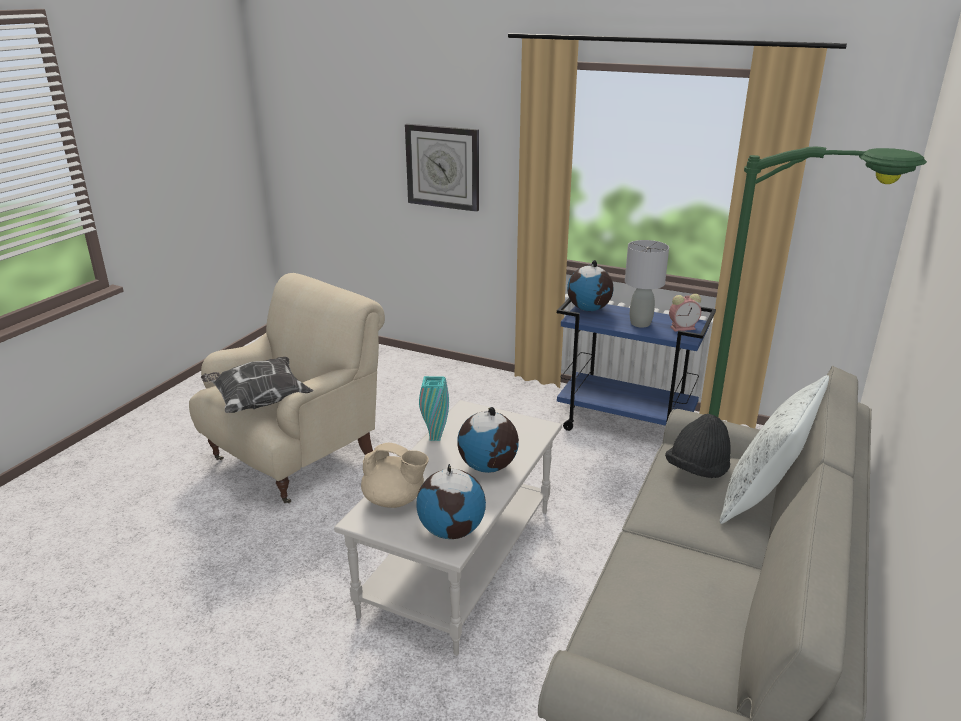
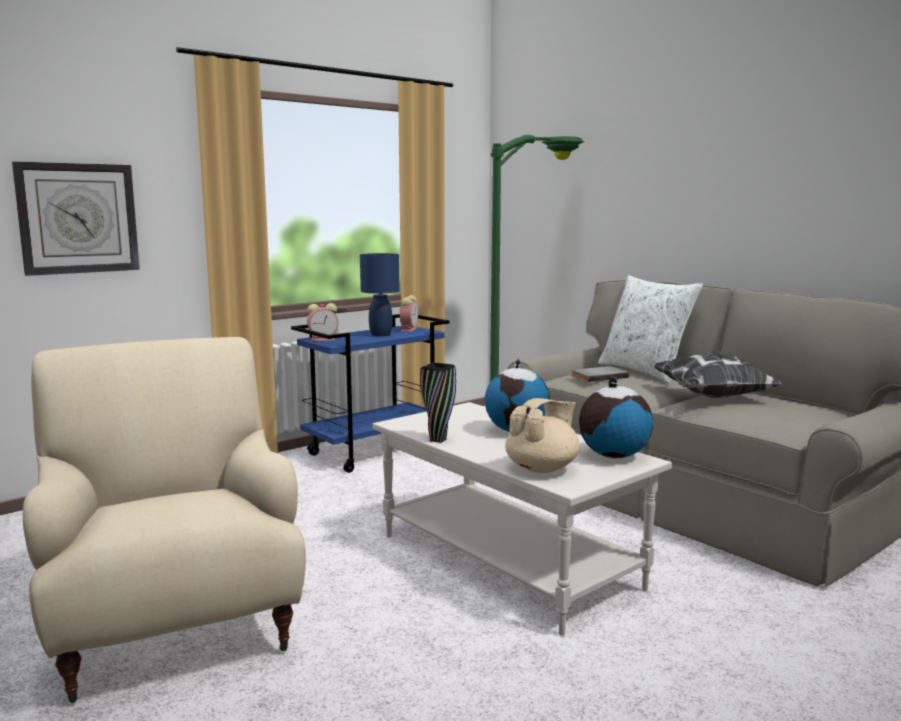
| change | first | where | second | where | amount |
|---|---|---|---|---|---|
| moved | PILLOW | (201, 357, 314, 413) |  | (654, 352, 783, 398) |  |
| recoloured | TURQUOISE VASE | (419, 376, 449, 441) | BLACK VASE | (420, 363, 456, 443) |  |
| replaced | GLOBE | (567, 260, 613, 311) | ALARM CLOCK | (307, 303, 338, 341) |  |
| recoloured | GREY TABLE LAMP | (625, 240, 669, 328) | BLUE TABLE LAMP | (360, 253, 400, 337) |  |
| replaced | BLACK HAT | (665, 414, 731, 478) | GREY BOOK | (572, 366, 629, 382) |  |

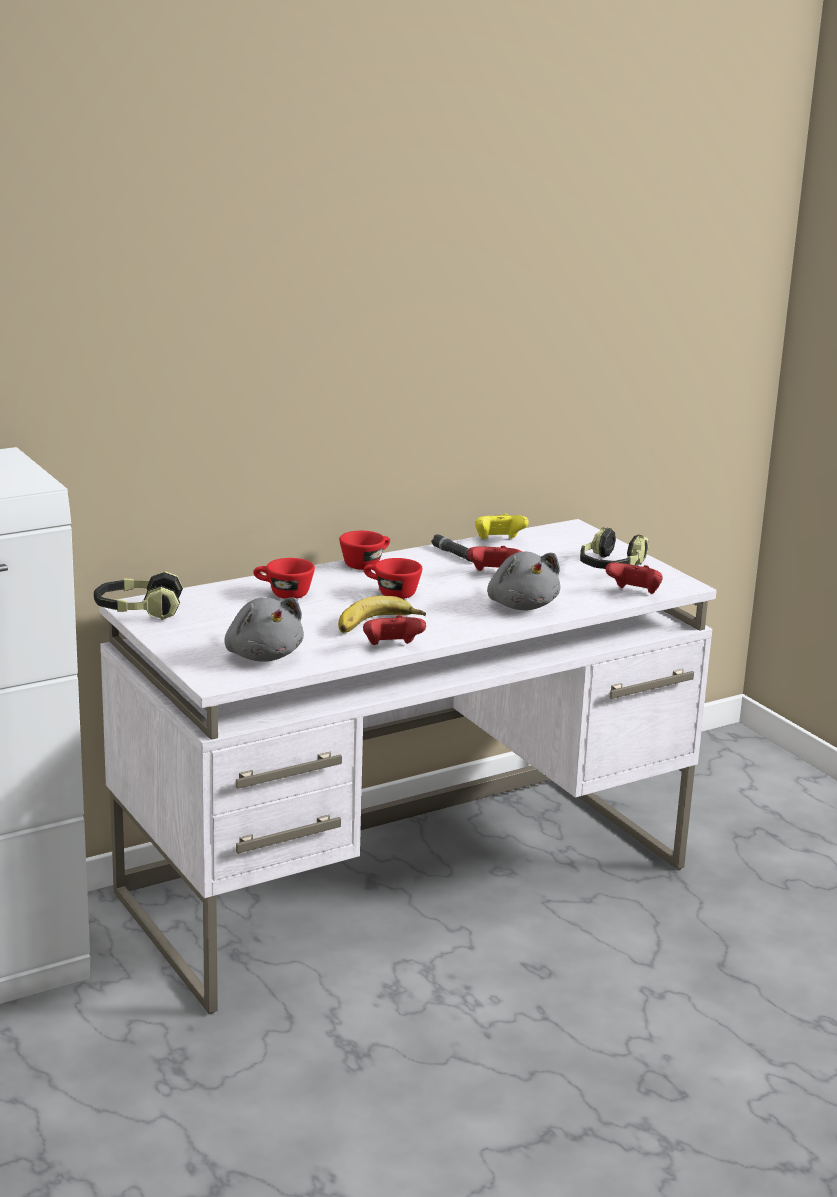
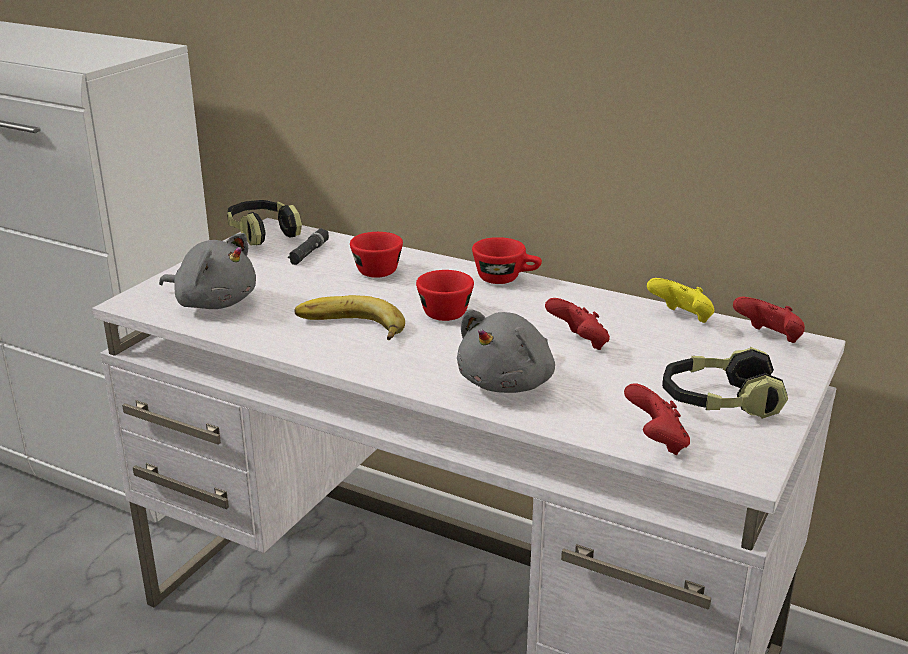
| change | first | where | second | where | amount |
|---|---|---|---|---|---|
| turned | GREY PLUSH TOY | (224, 597, 304, 661) |  | (159, 233, 256, 309) | 90 degrees counterclockwise |
| moved | RED GAME CONTROLLER | (363, 615, 426, 645) |  | (733, 297, 805, 343) |  |
| moved | BLACK FLASHLIGHT | (431, 534, 473, 563) |  | (288, 228, 329, 265) |  |

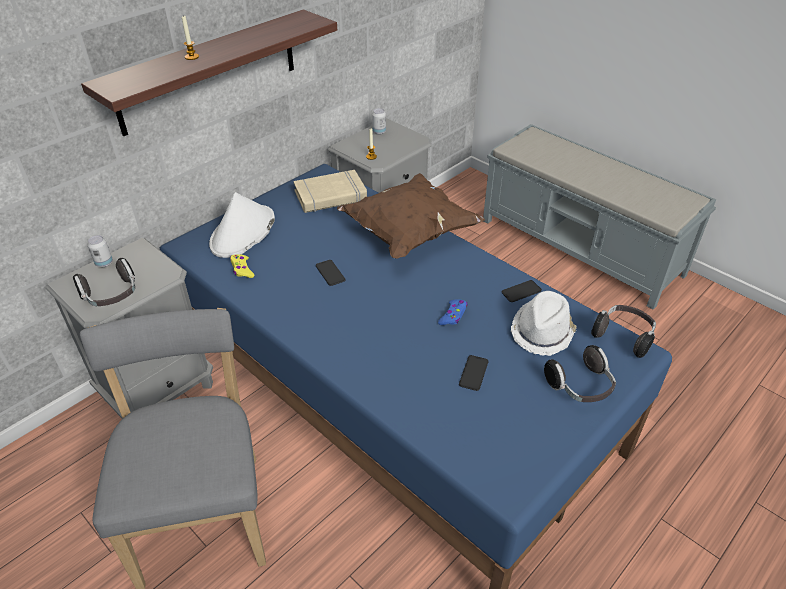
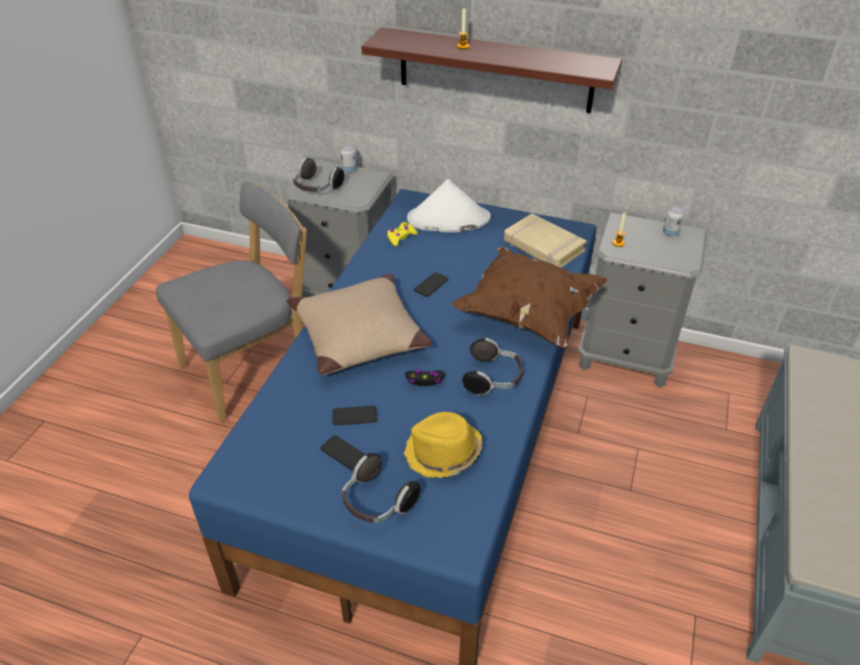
| change | first | where | second | where | amount |
|---|---|---|---|---|---|
| recoloured | BLUE GAME CONTROLLER | (438, 299, 467, 325) | BLACK GAME CONTROLLER | (405, 369, 445, 386) |  |
| moved | PHONE | (502, 280, 542, 302) |  | (321, 435, 366, 471) |  |
| recoloured | WHITE HAT | (511, 291, 577, 356) | YELLOW HAT | (404, 412, 482, 478) |  |
| moved | HEADPHONES | (591, 305, 656, 358) |  | (462, 338, 523, 396) |  |
| added |  |  | BEIGE PILLOW | (287, 274, 432, 375) |  |

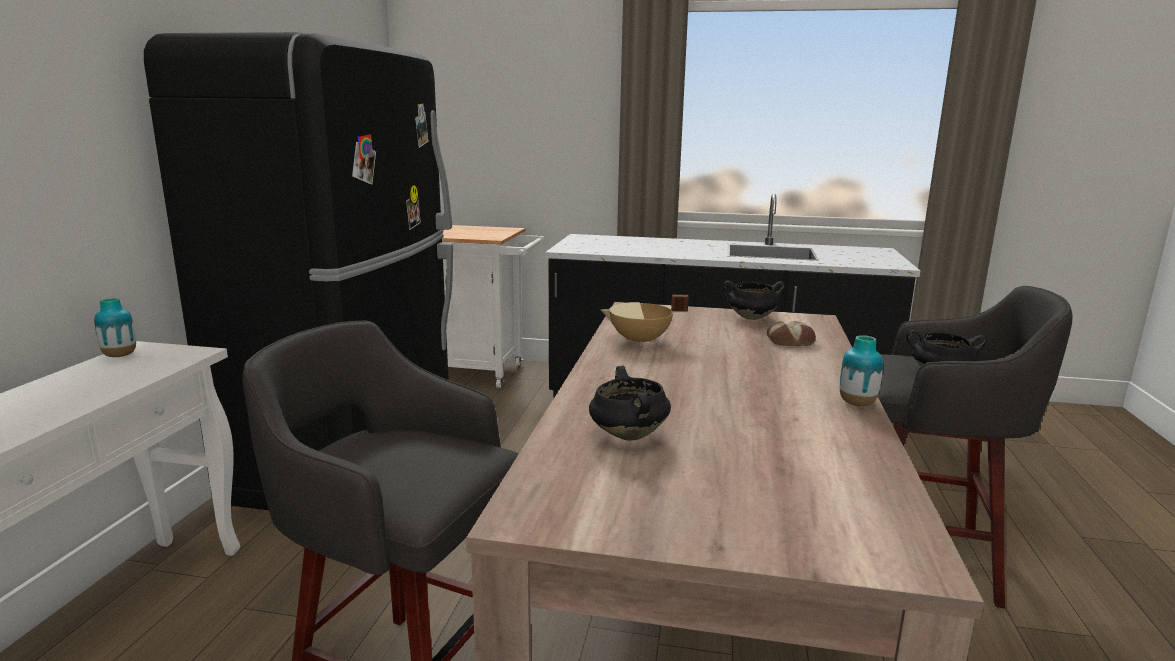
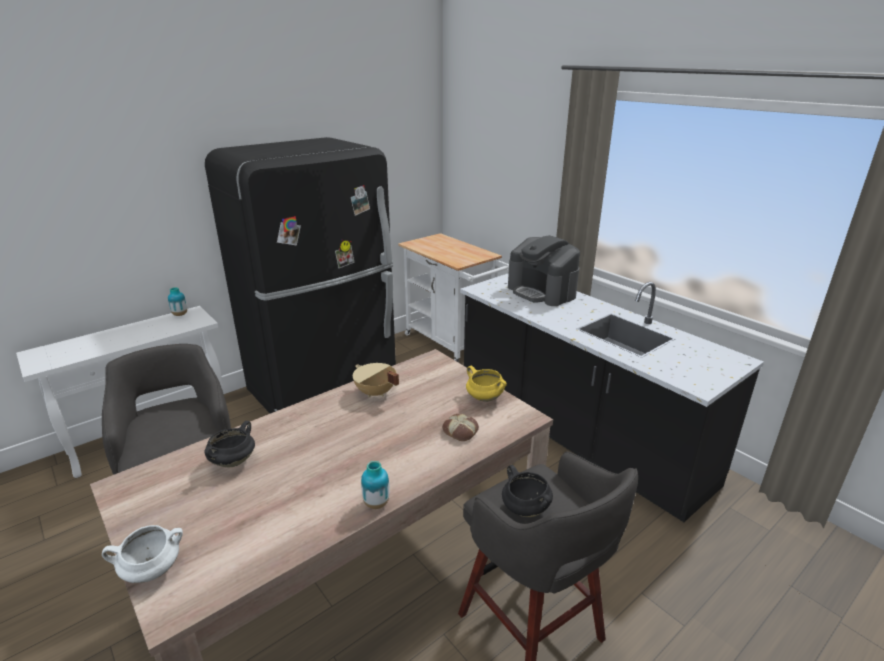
| change | first | where | second | where | amount |
|---|---|---|---|---|---|
| recoloured | BLACK COOKING POT | (723, 281, 786, 320) | YELLOW COOKING POT | (466, 366, 507, 402) |  |
| added |  |  | WHITE COOKING POT | (102, 525, 183, 583) |  |
| added |  |  | COFFEE MACHINE | (508, 235, 580, 306) |  |

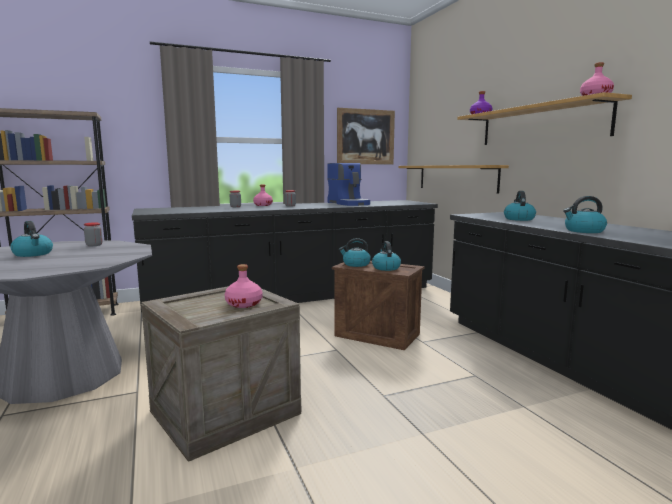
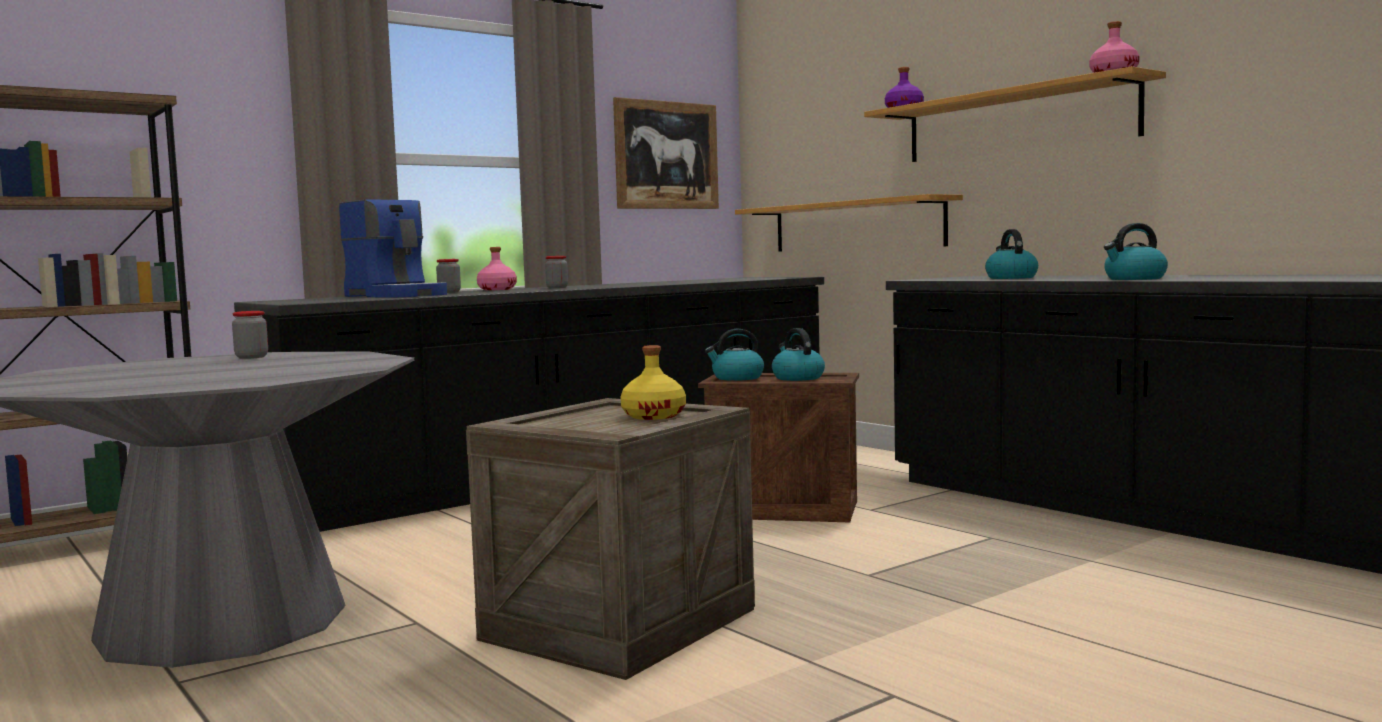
| change | first | where | second | where | amount |
|---|---|---|---|---|---|
| removed | KETTLE | (10, 221, 53, 257) |  |  |  |
| recoloured | PINK BOTTLE | (225, 264, 263, 308) | YELLOW BOTTLE | (620, 345, 686, 420) |  |
| moved | COFFEE MACHINE | (327, 163, 370, 206) |  | (339, 199, 447, 298) |  |

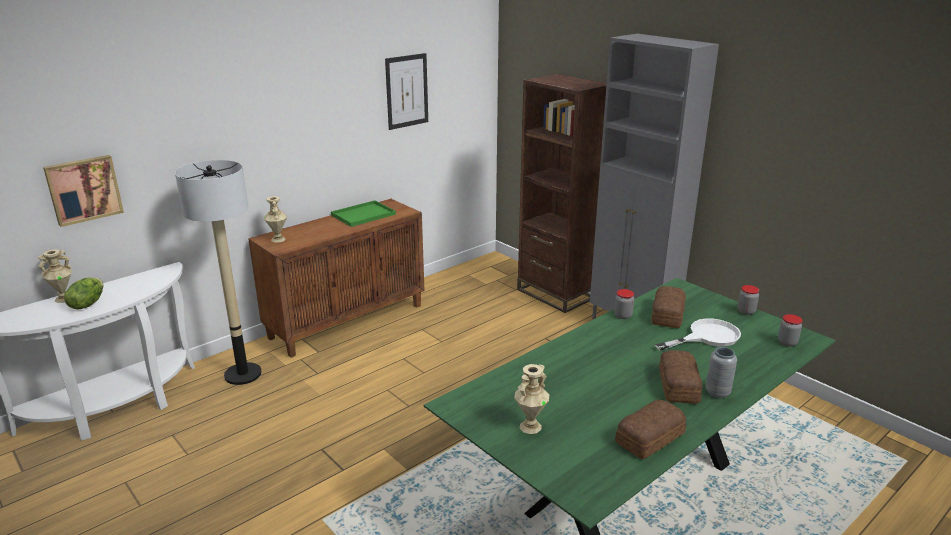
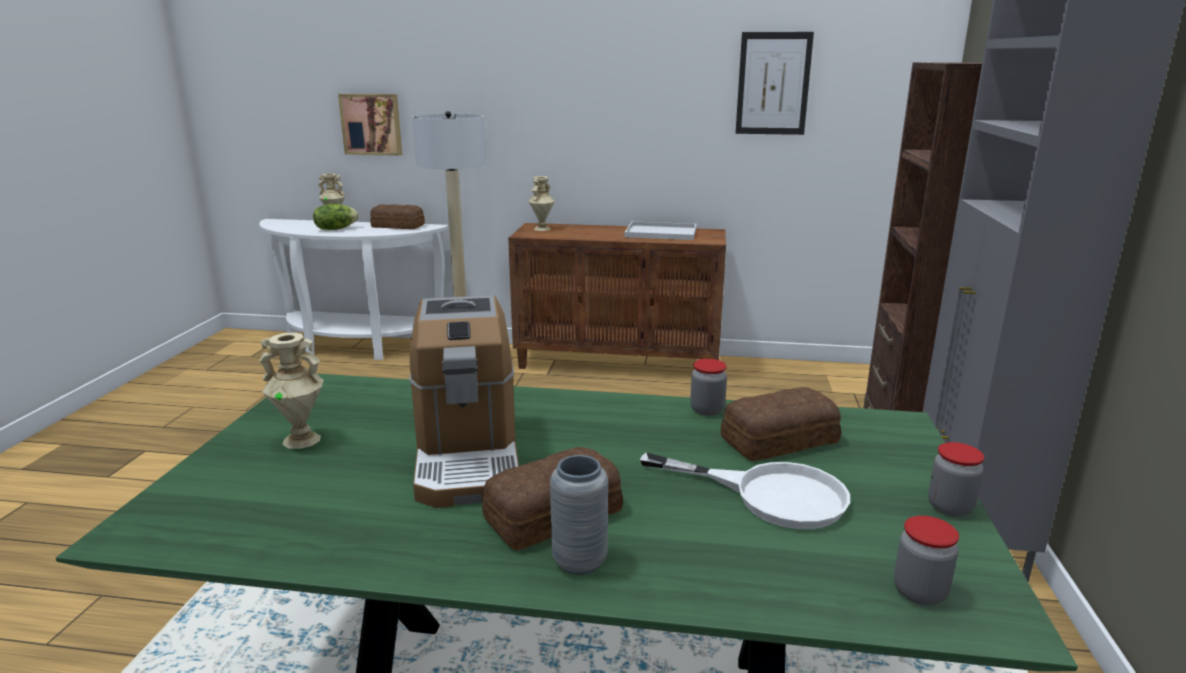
| change | first | where | second | where | amount |
|---|---|---|---|---|---|
| recoloured | GREEN TRAY | (331, 200, 396, 227) | WHITE TRAY | (625, 221, 697, 240) |  |
| moved | BREAD | (615, 400, 686, 459) |  | (370, 205, 425, 229) |  |
| added |  |  | COFFEE MACHINE | (409, 295, 519, 508) |  |

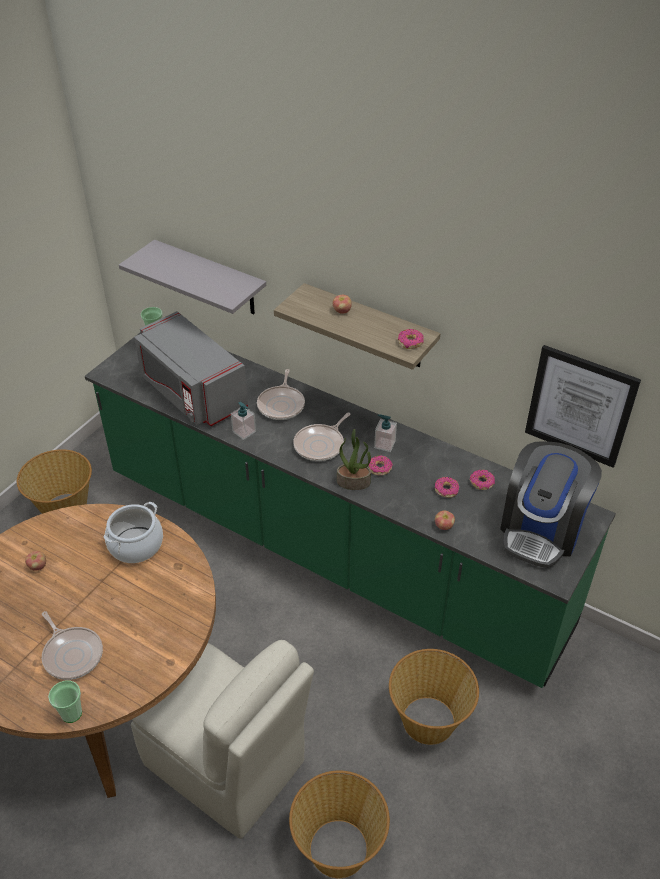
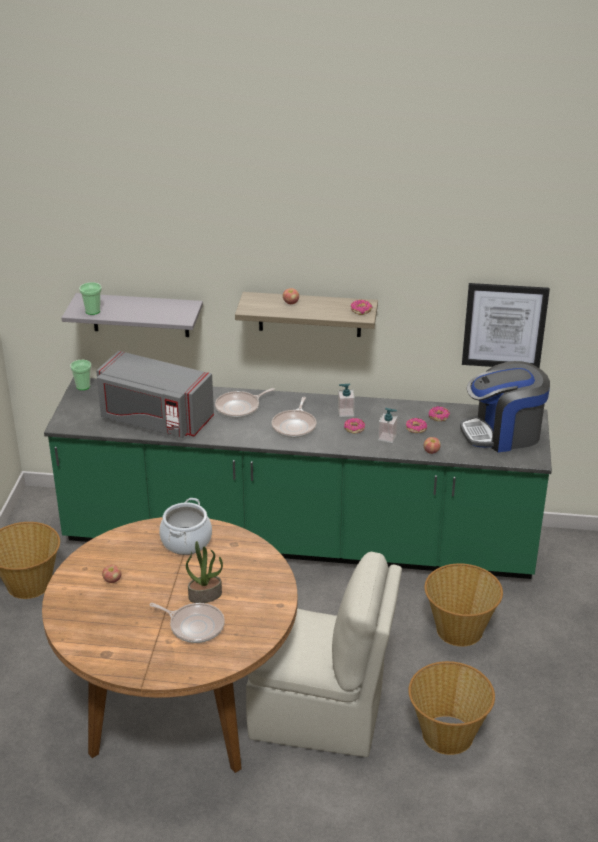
| change | first | where | second | where | amount |
|---|---|---|---|---|---|
| moved | CUP | (48, 680, 82, 723) |  | (79, 282, 102, 315) |  |
| moved | SOAP DISPENSER | (231, 402, 256, 440) |  | (378, 408, 398, 443) |  |
| turned | FRYING PAN | (257, 369, 305, 420) |  | (215, 388, 275, 418) | 75 degrees clockwise |
| moved | POTTED PLANT | (337, 429, 371, 490) |  | (186, 541, 223, 603) |  |
| turned | COFFEE MACHINE | (500, 441, 602, 568) |  | (460, 361, 550, 452) | 75 degrees clockwise |

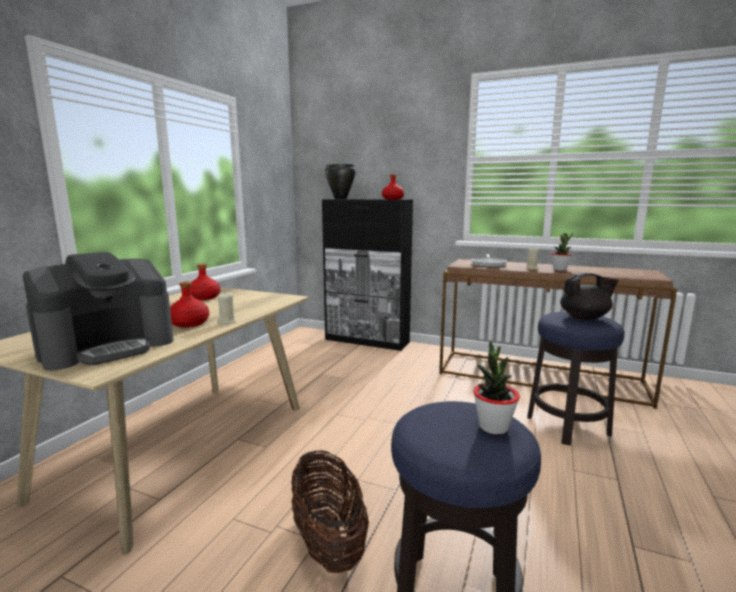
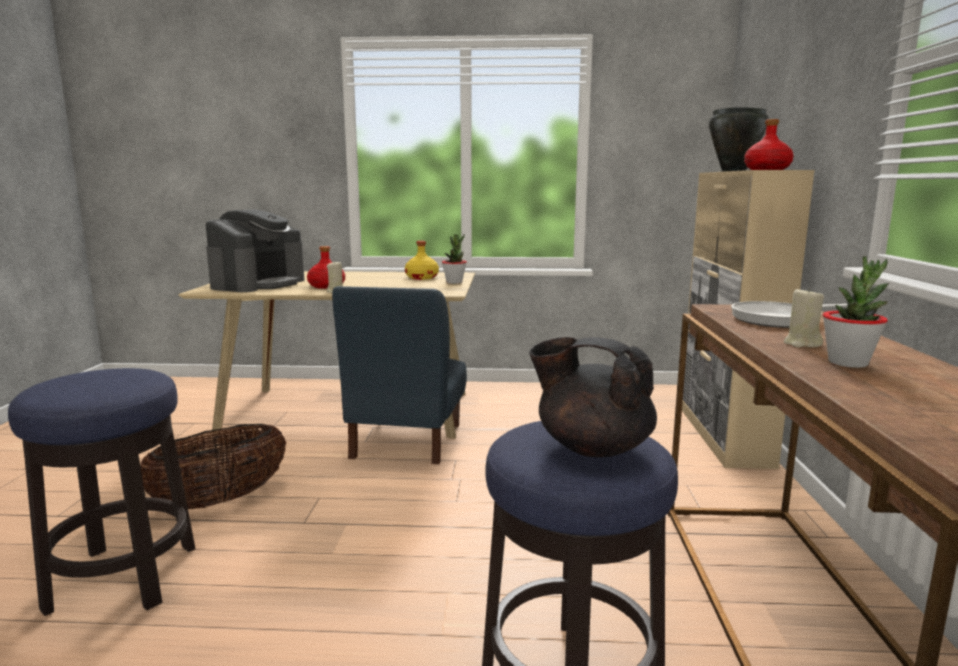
| change | first | where | second | where | amount |
|---|---|---|---|---|---|
| turned | COFFEE MACHINE | (23, 252, 174, 370) |  | (206, 209, 304, 292) | 90 degrees counterclockwise |
| recoloured | RED BOTTLE | (190, 264, 221, 300) | YELLOW BOTTLE | (405, 241, 439, 280) |  |
| recoloured | BLACK CABINET | (322, 199, 413, 351) | BEIGE CABINET | (682, 170, 815, 469) |  |
| moved | POTTED PLANT | (473, 340, 520, 434) |  | (442, 234, 467, 284) |  |
| turned | BLACK TEAPOT | (560, 273, 619, 320) |  | (529, 337, 657, 457) | 135 degrees clockwise |
| added |  |  | BLUE CHAIR | (332, 286, 467, 464) |  |

